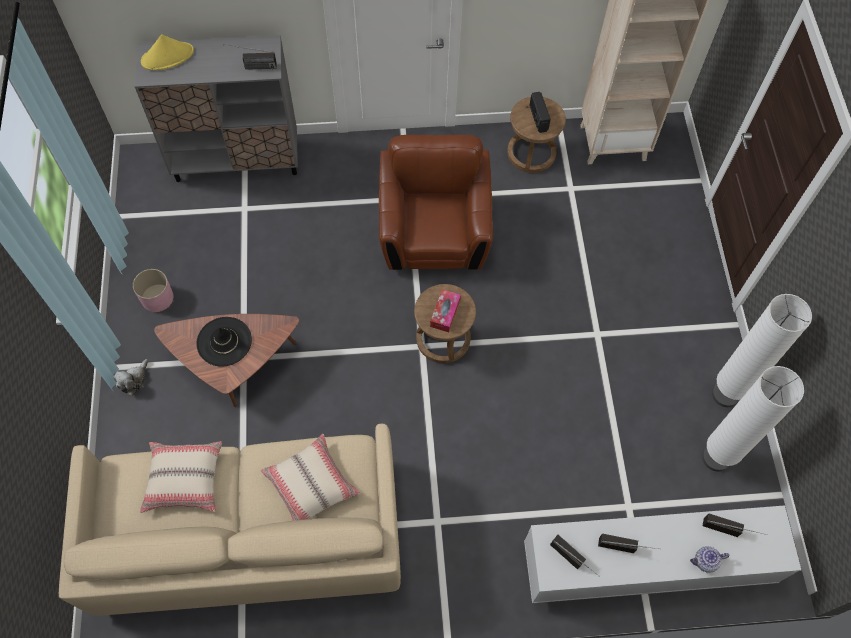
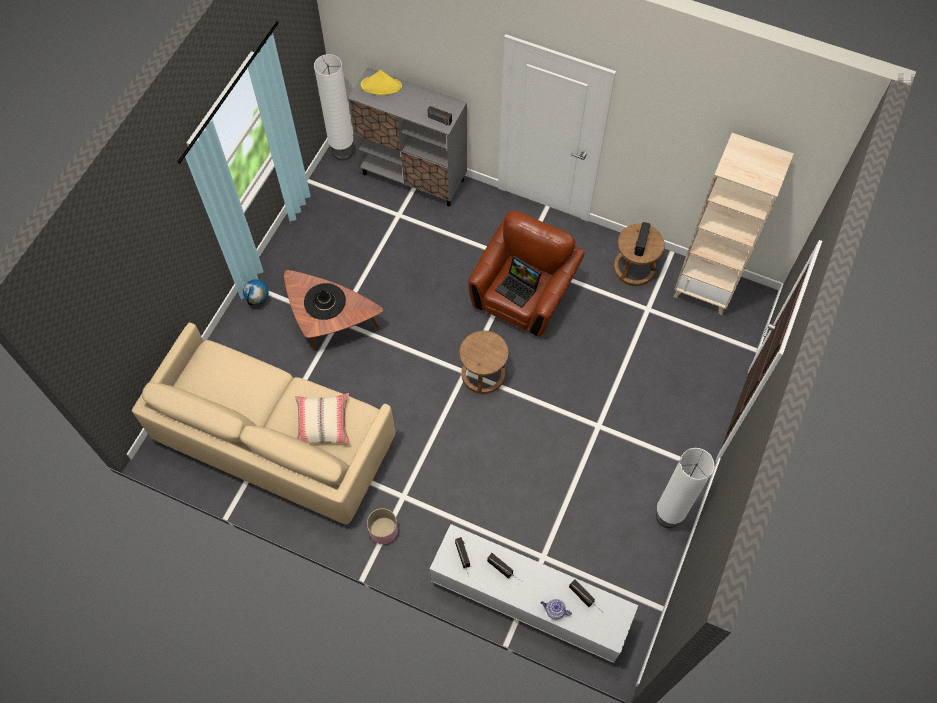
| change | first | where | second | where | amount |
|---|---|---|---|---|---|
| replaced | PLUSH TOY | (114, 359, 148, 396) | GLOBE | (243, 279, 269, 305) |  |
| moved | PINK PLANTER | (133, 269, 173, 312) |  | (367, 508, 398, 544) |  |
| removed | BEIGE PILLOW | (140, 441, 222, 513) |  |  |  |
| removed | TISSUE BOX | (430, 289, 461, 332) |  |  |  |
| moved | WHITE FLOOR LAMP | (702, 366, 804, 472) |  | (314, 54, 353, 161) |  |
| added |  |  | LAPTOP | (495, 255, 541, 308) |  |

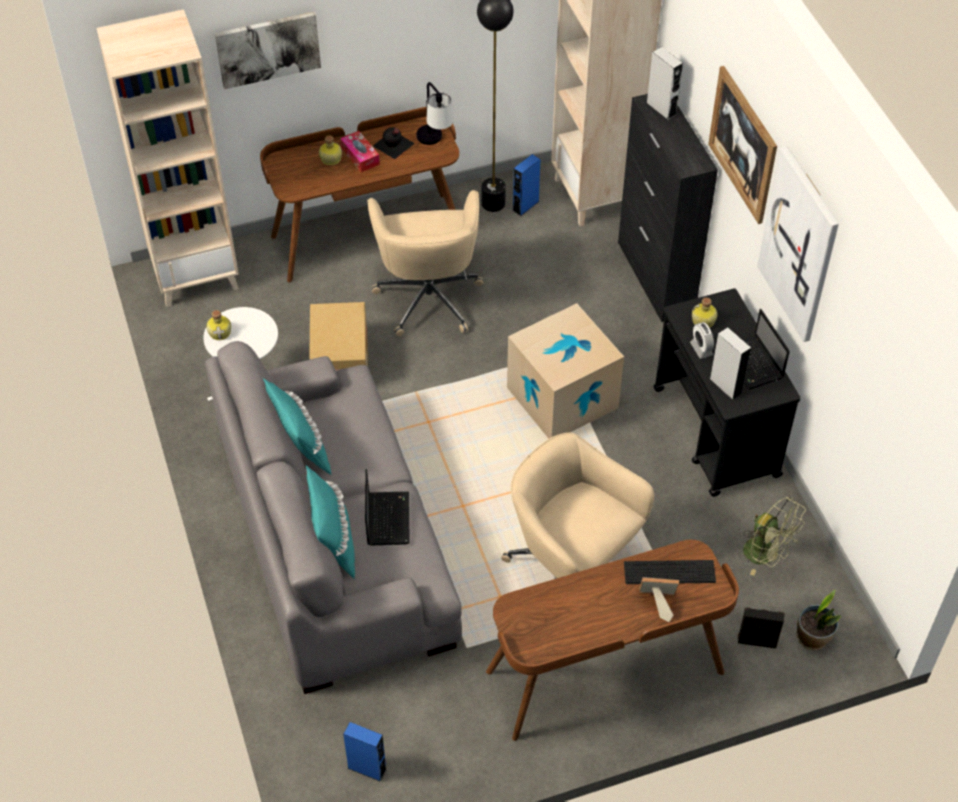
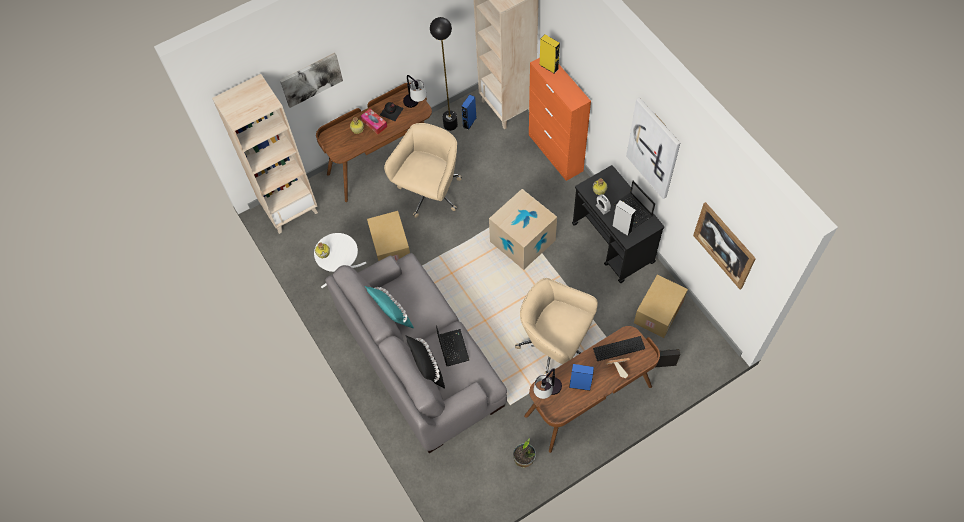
| change | first | where | second | where | amount |
|---|---|---|---|---|---|
| recoloured | TURQUOISE PILLOW | (306, 466, 355, 579) | BLACK PILLOW | (405, 335, 445, 389) |  |
| moved | BLUE SPEAKER | (343, 722, 387, 782) |  | (569, 364, 594, 391) |  |
| turned | BEIGE OFFICE CHAIR | (367, 190, 483, 336) |  | (384, 123, 462, 218) | 135 degrees counterclockwise |
| recoloured | BLACK CABINET | (618, 94, 718, 322) | ORANGE CABINET | (529, 58, 591, 181) |  |
| recoloured | GREY SPEAKER | (647, 47, 683, 120) | YELLOW SPEAKER | (539, 35, 560, 74) |  |
| moved | PICTURE | (708, 66, 777, 224) |  | (693, 202, 756, 289) |  |
| replaced | GREEN FAN | (743, 497, 806, 576) | CARDBOARD BOX | (634, 274, 688, 338) |  |
| moved | POTTED PLANT | (796, 590, 841, 650) |  | (513, 438, 536, 468) |  |
| added |  |  | TABLE LAMP | (533, 368, 562, 399) |  |

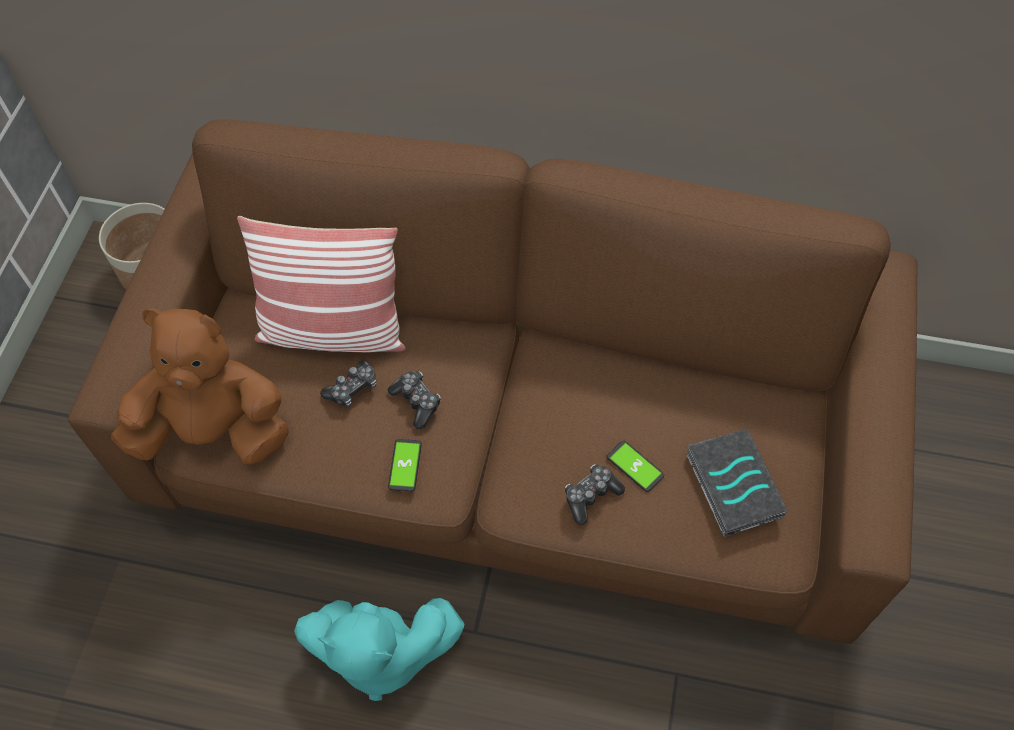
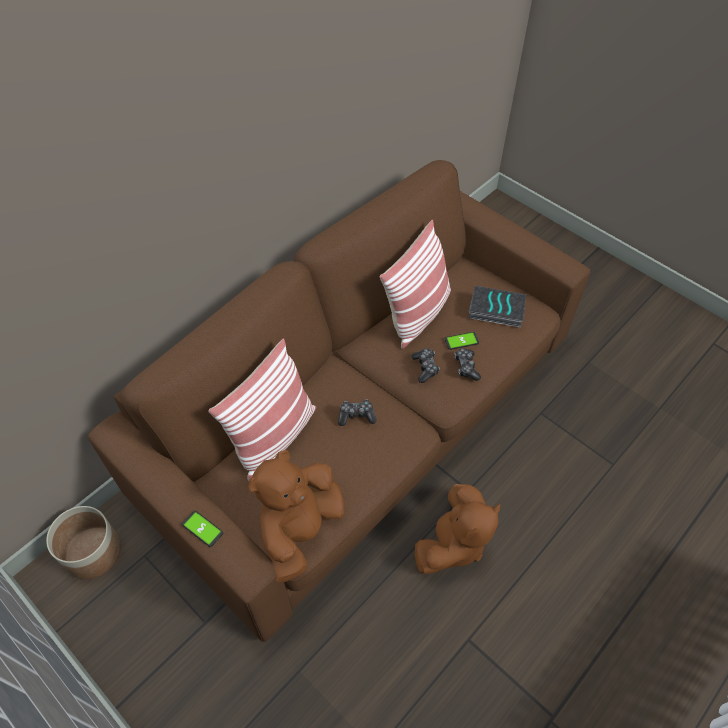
| change | first | where | second | where | amount |
|---|---|---|---|---|---|
| recoloured | TURQUOISE PLUSH TOY | (294, 598, 465, 701) | BROWN PLUSH TOY | (415, 484, 501, 574) |  |
| moved | GAME CONTROLLER | (320, 360, 377, 407) |  | (412, 348, 440, 383) |  |
| moved | PHONE | (388, 439, 422, 492) |  | (182, 511, 223, 547) |  |
| added |  |  | PILLOW | (380, 220, 451, 349) |  |

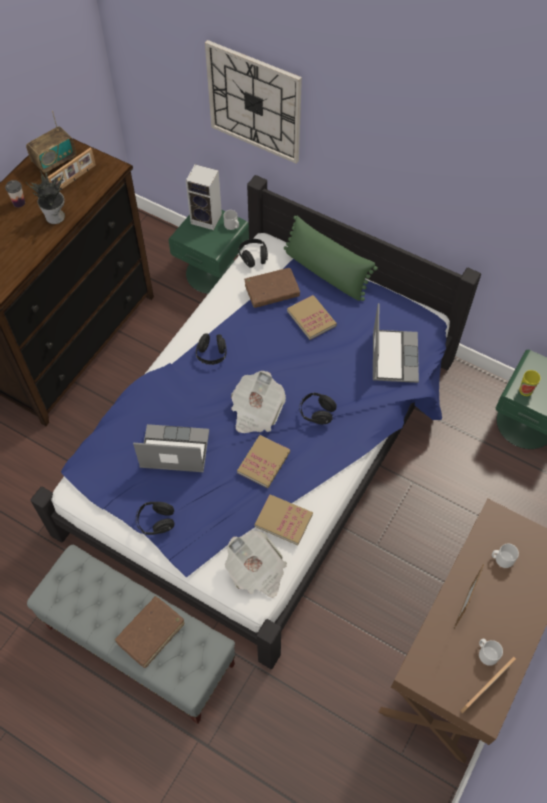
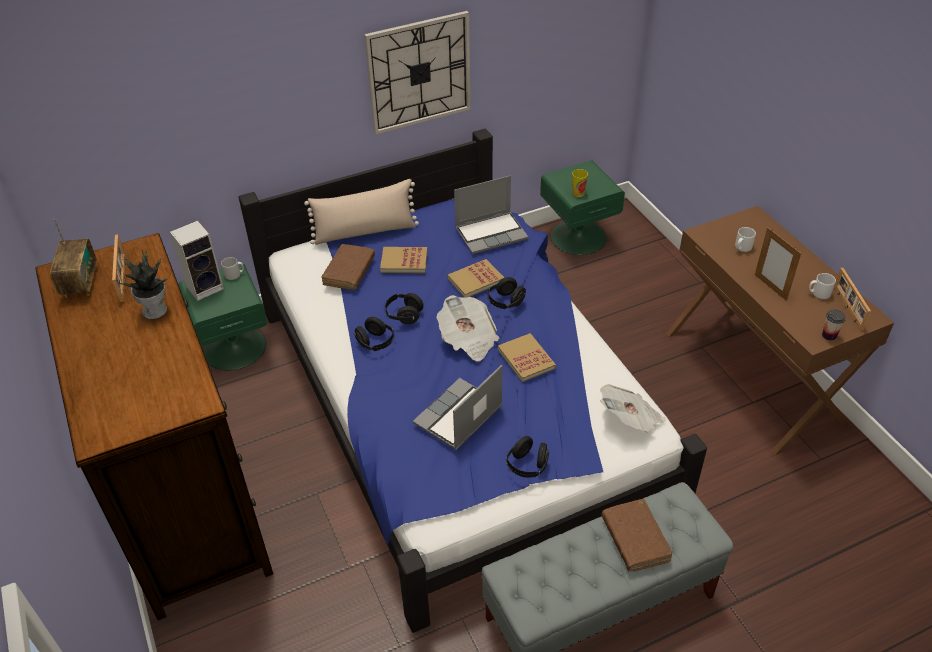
| change | first | where | second | where | amount |
|---|---|---|---|---|---|
| moved | CUP | (5, 180, 25, 207) |  | (822, 309, 846, 341) |  |
| moved | WALL CLOCK | (205, 40, 302, 164) |  | (364, 11, 471, 134) |  |
| moved | BLACK HEADPHONES | (238, 239, 268, 267) |  | (384, 293, 424, 324) |  |
| moved | BOOK | (255, 494, 313, 545) |  | (447, 259, 504, 298) |  |
| recoloured | GREEN PILLOW | (284, 216, 378, 301) | BEIGE PILLOW | (304, 179, 419, 245) |  |
| turned | LAPTOP | (373, 303, 419, 383) |  | (454, 175, 528, 254) | 120 degrees clockwise |

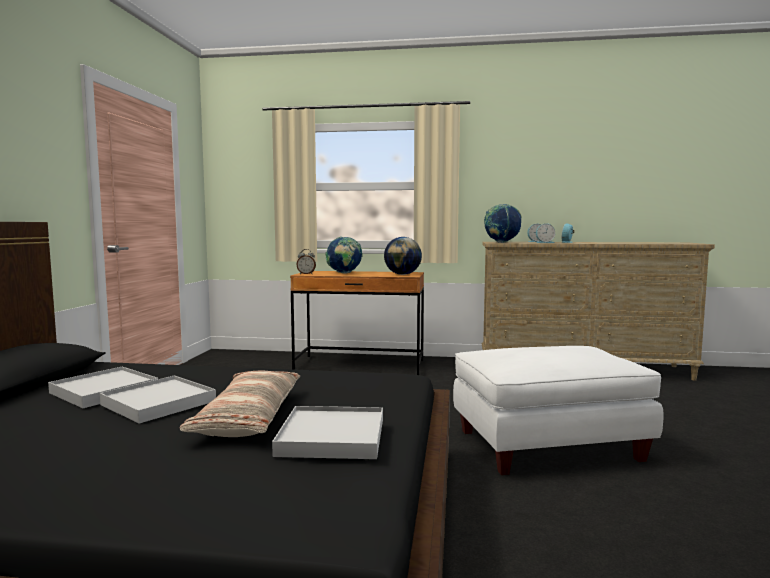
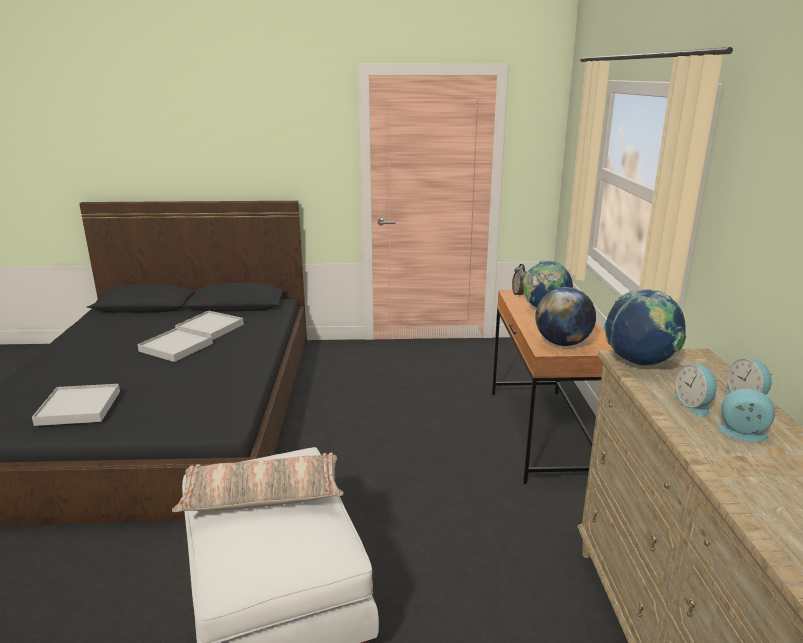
| change | first | where | second | where | amount |
|---|---|---|---|---|---|
| moved | PILLOW | (180, 371, 300, 437) |  | (172, 453, 344, 512) |  |

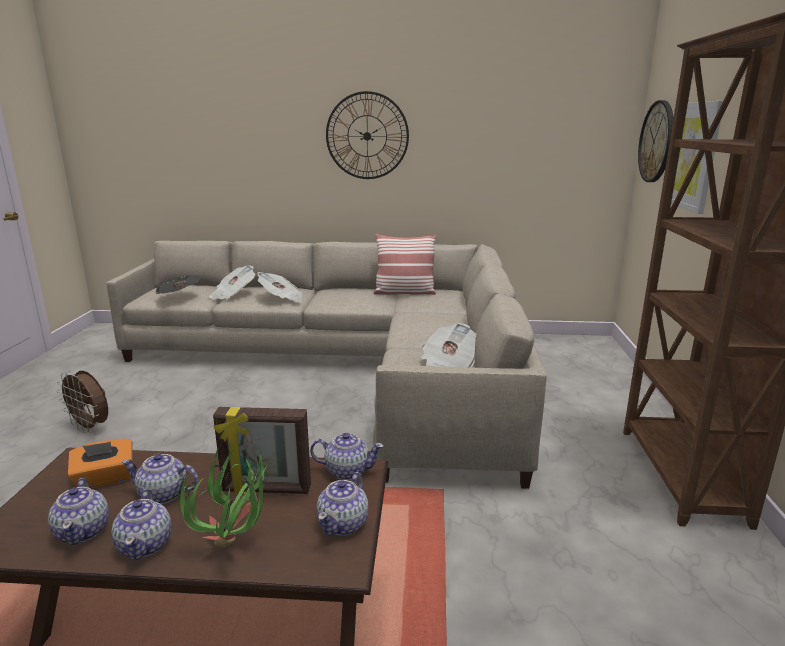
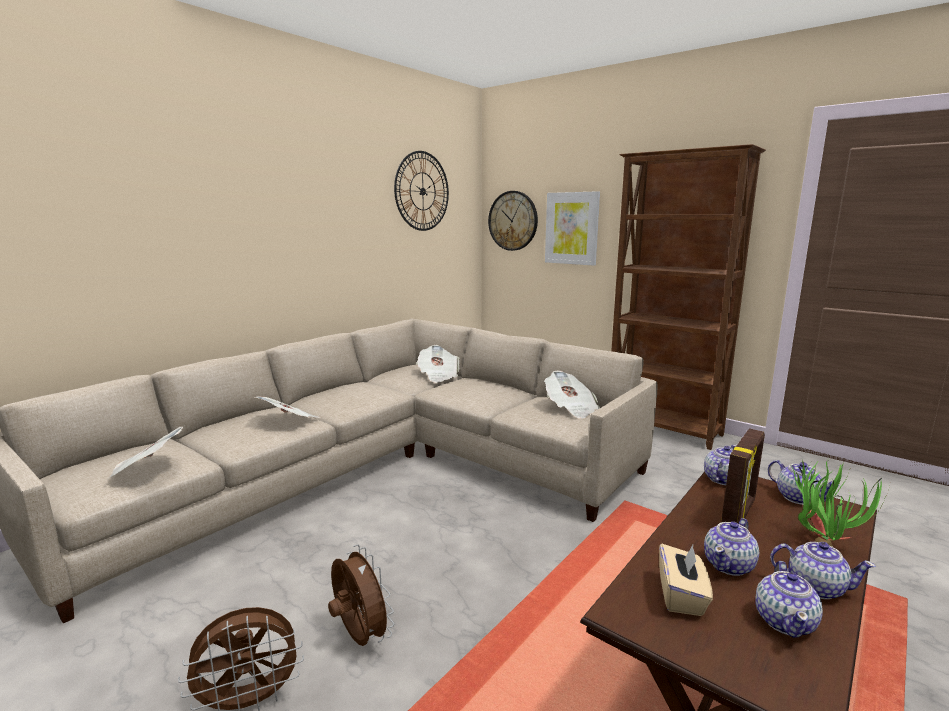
| change | first | where | second | where | amount |
|---|---|---|---|---|---|
| turned | TEAPOT | (48, 478, 109, 545) |  | (755, 561, 823, 638) | 90 degrees clockwise |
| recoloured | ORANGE TISSUE BOX | (68, 439, 132, 489) | BEIGE TISSUE BOX | (659, 544, 713, 616) |  |
| moved | NEWSPAPER | (209, 265, 255, 299) |  | (416, 345, 460, 383) |  |
| moved | WALL CLOCK | (326, 91, 409, 179) |  | (394, 151, 449, 231) |  |
| removed | PILLOW | (373, 234, 437, 295) |  |  |  |
| added |  |  | BROWN FAN | (328, 545, 394, 646) |  |

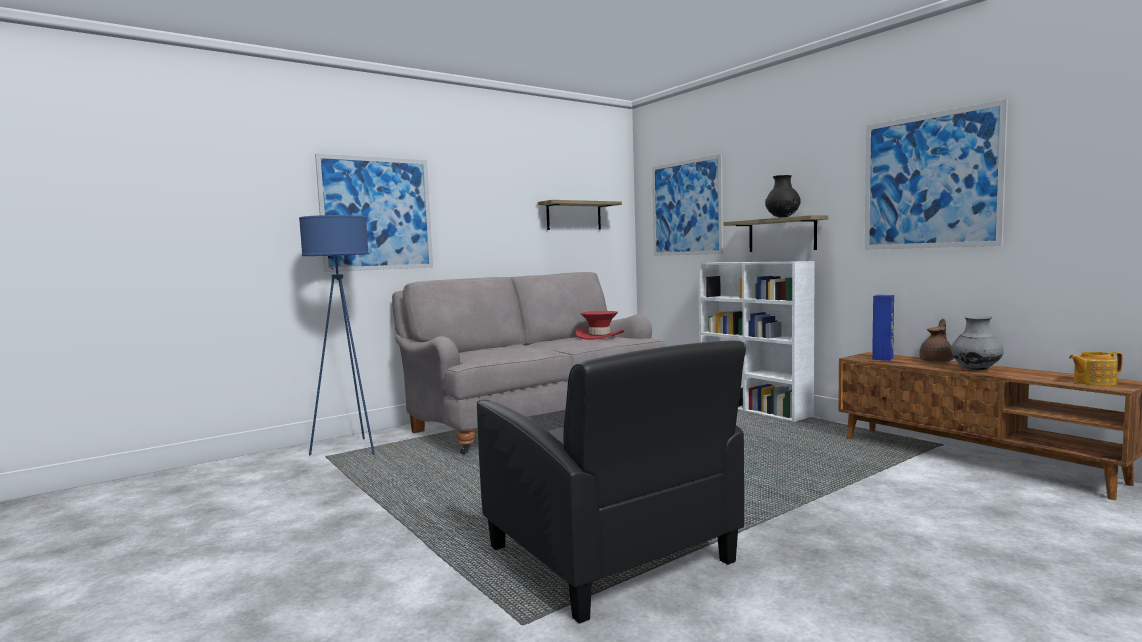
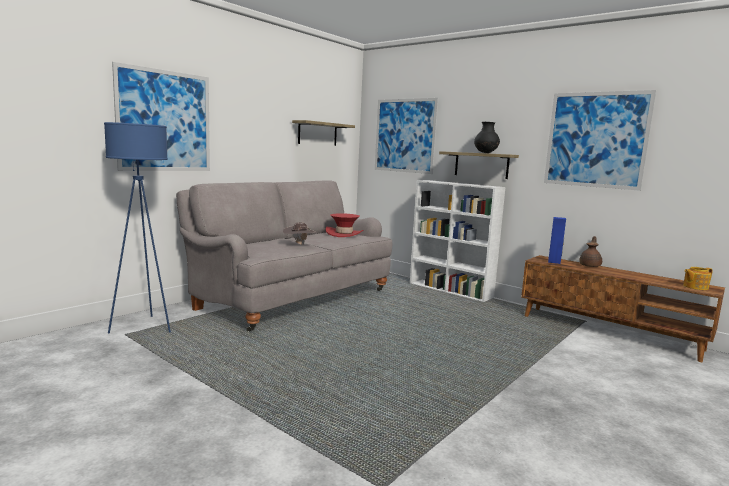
| change | first | where | second | where | amount |
|---|---|---|---|---|---|
| removed | BLACK ARMCHAIR | (476, 340, 746, 624) |  |  |  |
| removed | GREY VASE | (951, 316, 1004, 370) |  |  |  |
| added |  |  | BROWN HAT | (283, 222, 317, 245) |  |

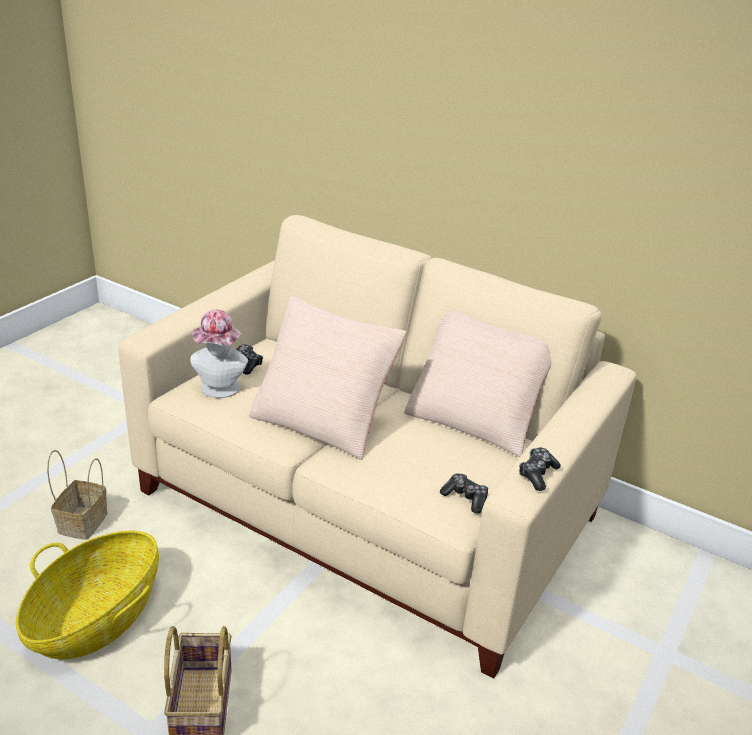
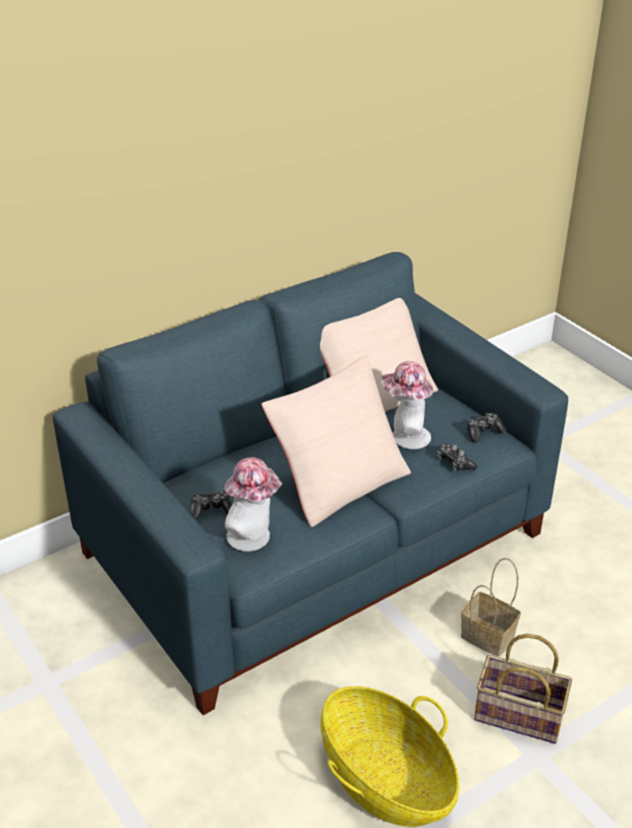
| change | first | where | second | where | amount |
|---|---|---|---|---|---|
| moved | BASKET | (47, 450, 107, 540) |  | (461, 558, 521, 657) |  |
| recoloured | BEIGE SOFA | (119, 215, 637, 679) | BLUE SOFA | (53, 252, 568, 715) |  |
| moved | GAME CONTROLLER | (519, 447, 561, 491) |  | (437, 444, 477, 472) |  |
| added |  |  | HAT | (381, 361, 433, 449) |  |

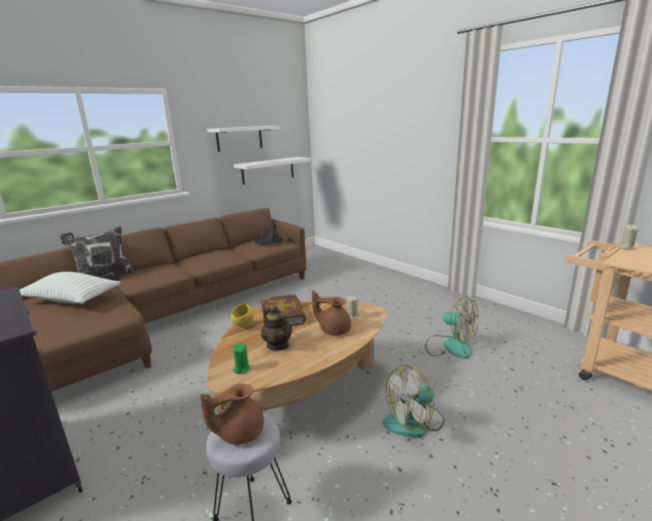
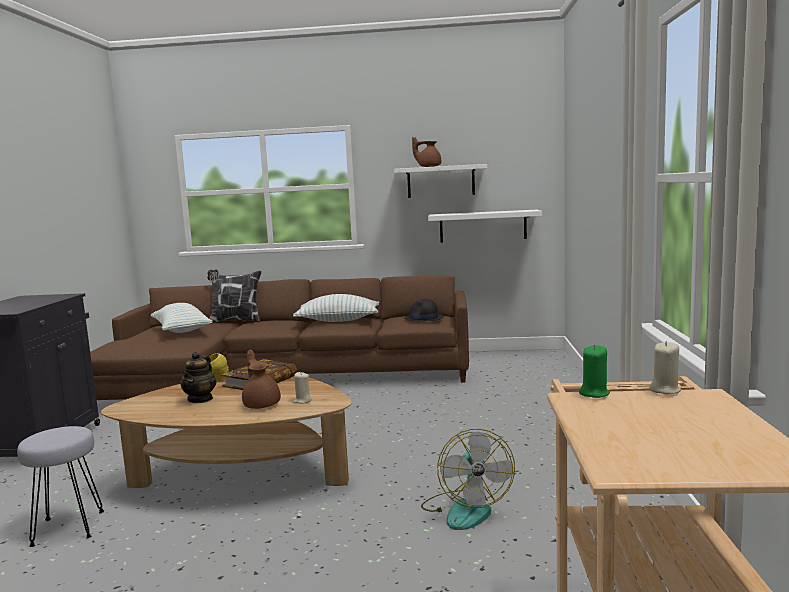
| change | first | where | second | where | amount |
|---|---|---|---|---|---|
| moved | BROWN TEAPOT | (200, 383, 264, 445) |  | (412, 136, 441, 167) |  |
| moved | GREEN CANDLE | (233, 343, 250, 374) |  | (579, 345, 610, 398) |  |
| removed | FAN | (383, 365, 445, 438) |  |  |  |
| added |  |  | PILLOW | (293, 294, 379, 322) |  |

